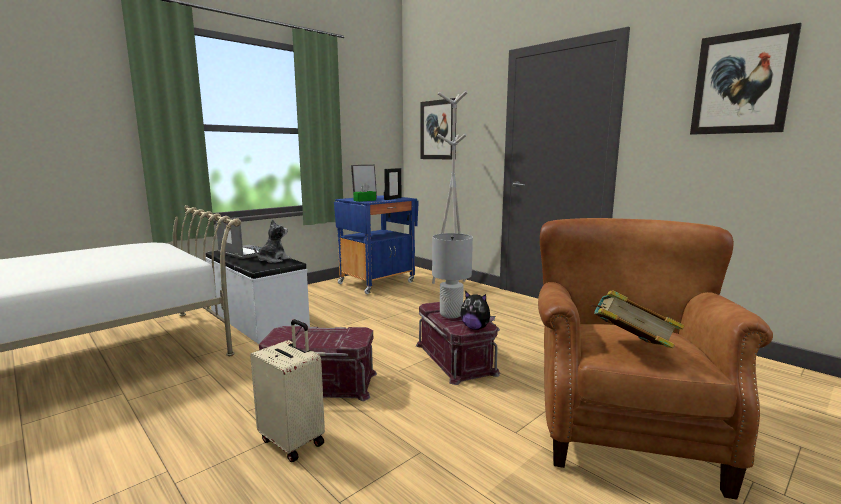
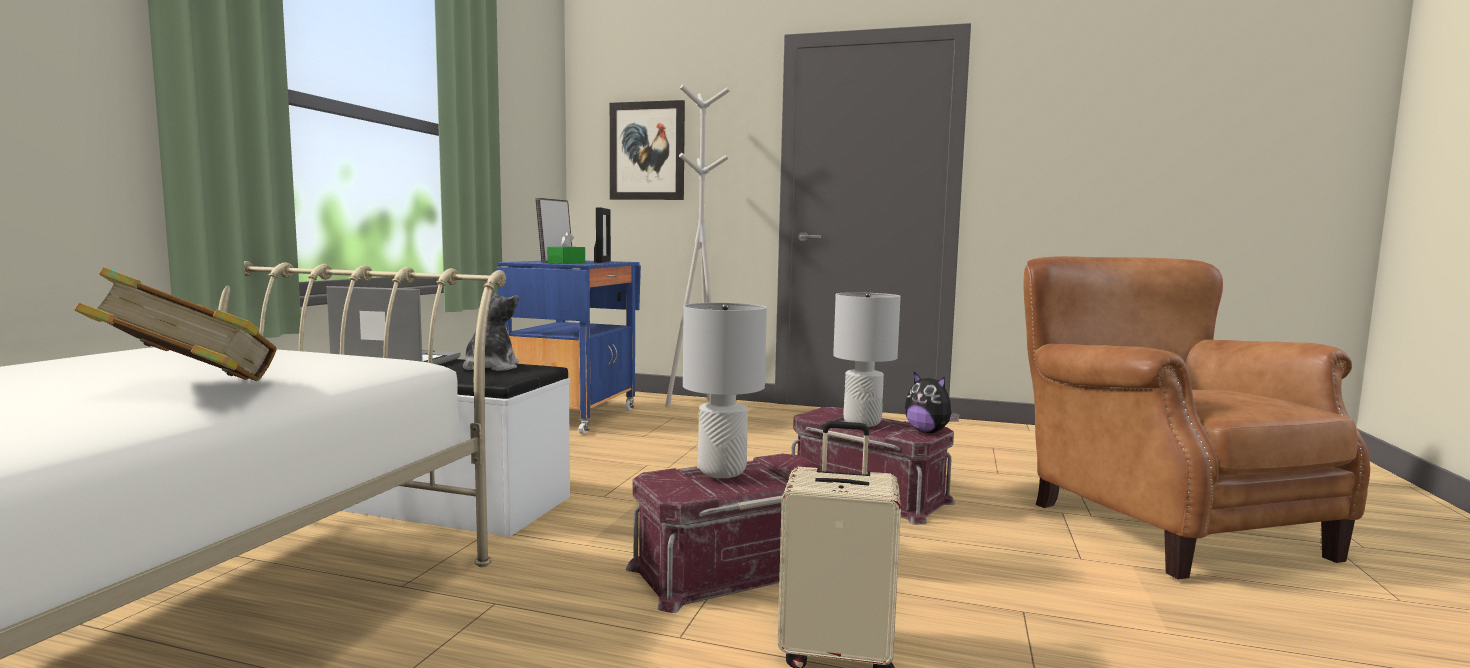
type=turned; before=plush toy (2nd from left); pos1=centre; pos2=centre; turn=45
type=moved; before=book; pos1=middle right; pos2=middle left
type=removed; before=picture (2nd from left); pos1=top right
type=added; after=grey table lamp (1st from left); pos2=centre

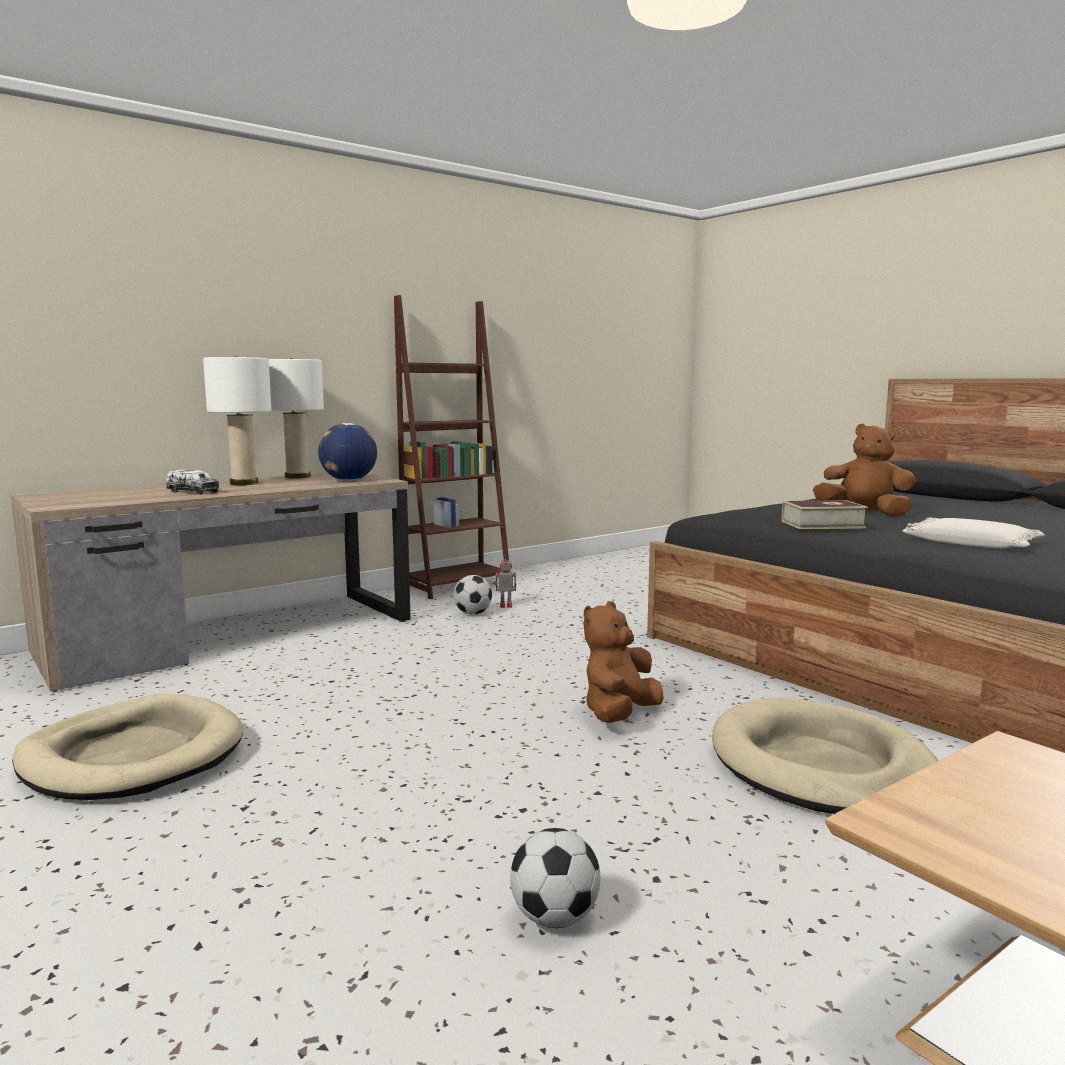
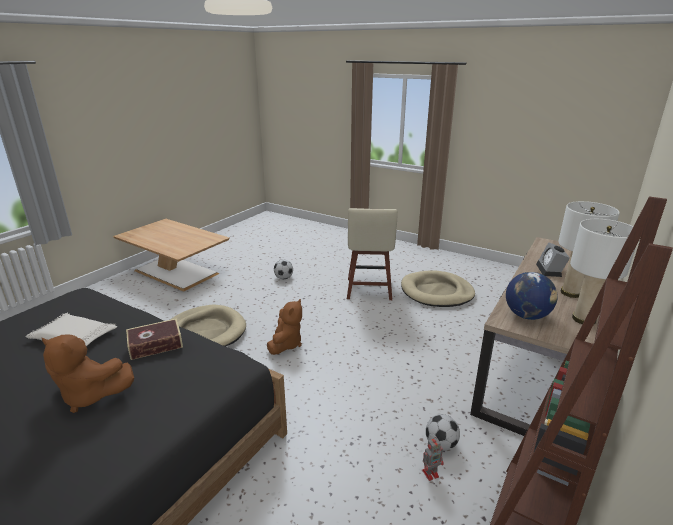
type=replaced; before=toy truck; after=alarm clock; pos1=middle left; pos2=middle right
type=added; after=beige stool; pos2=centre

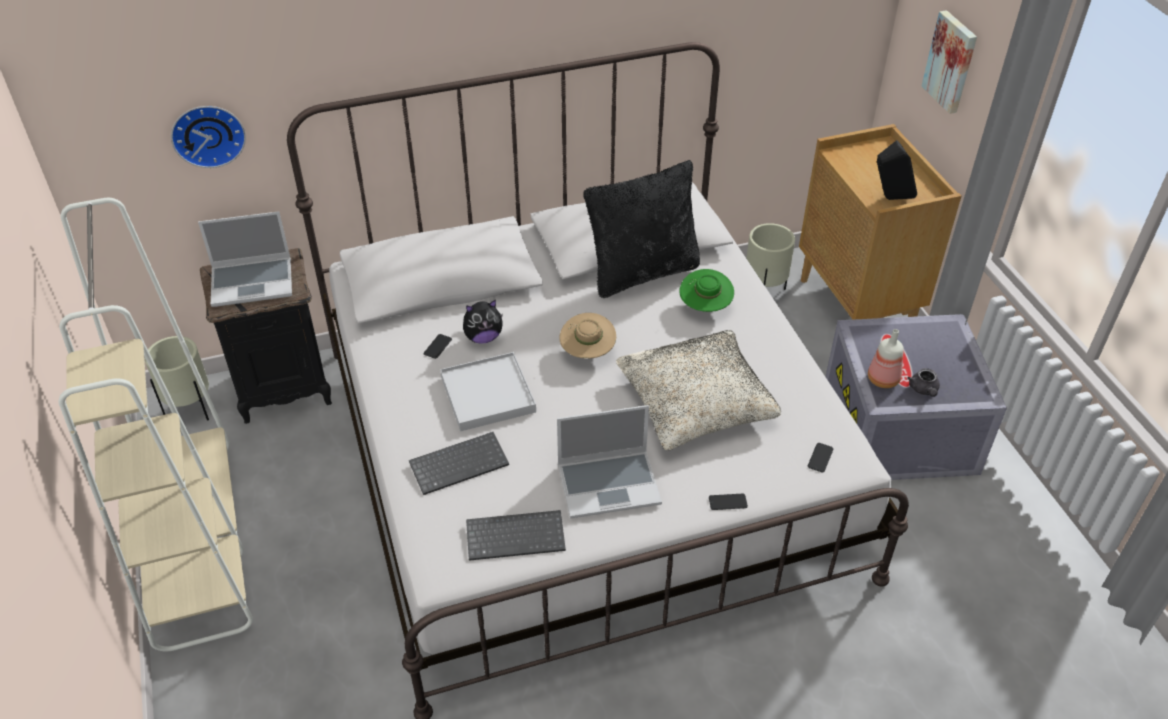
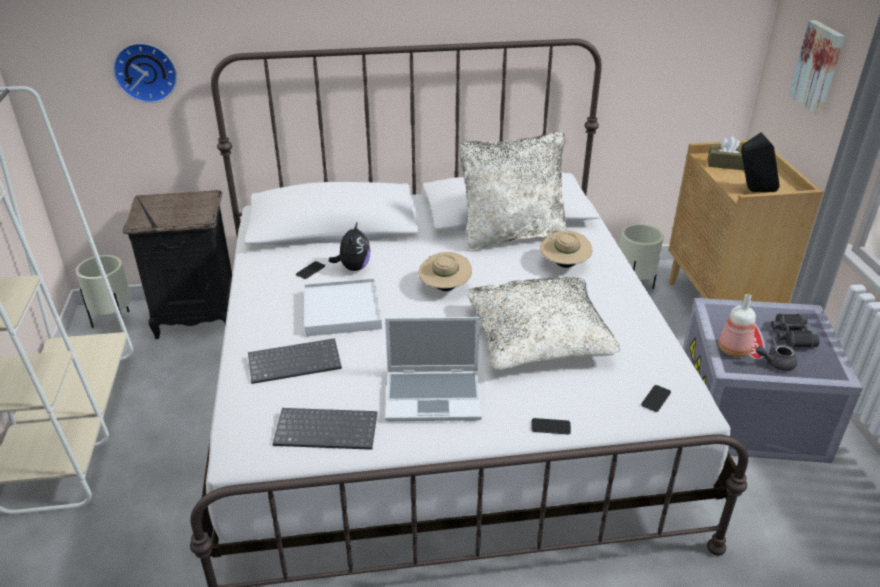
type=removed; before=laptop (1st from left); pos1=middle left
type=turned; before=plush toy; pos1=centre; pos2=centre; turn=-75
type=recoloured; before=black pillow; after=beige pillow (1st from left); pos1=top centre; pos2=top centre
type=recoloured; before=green hat; after=beige hat (2nd from left); pos1=centre; pos2=centre
type=turned; before=grey teapot; pos1=middle right; pos2=middle right; turn=75
type=added; after=brown tissue box; pos2=top right
type=added; after=black binoculars; pos2=middle right

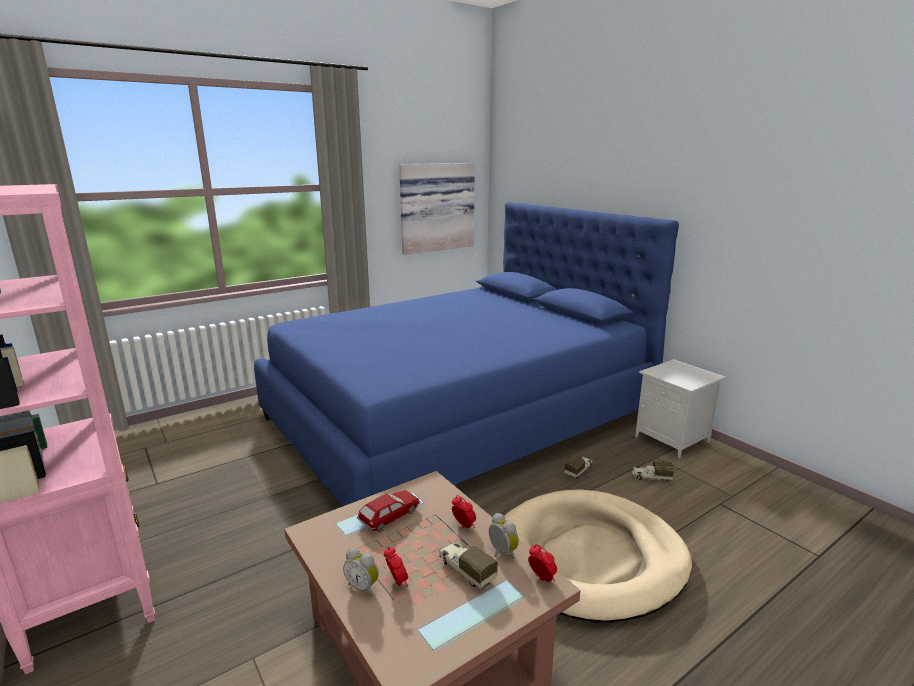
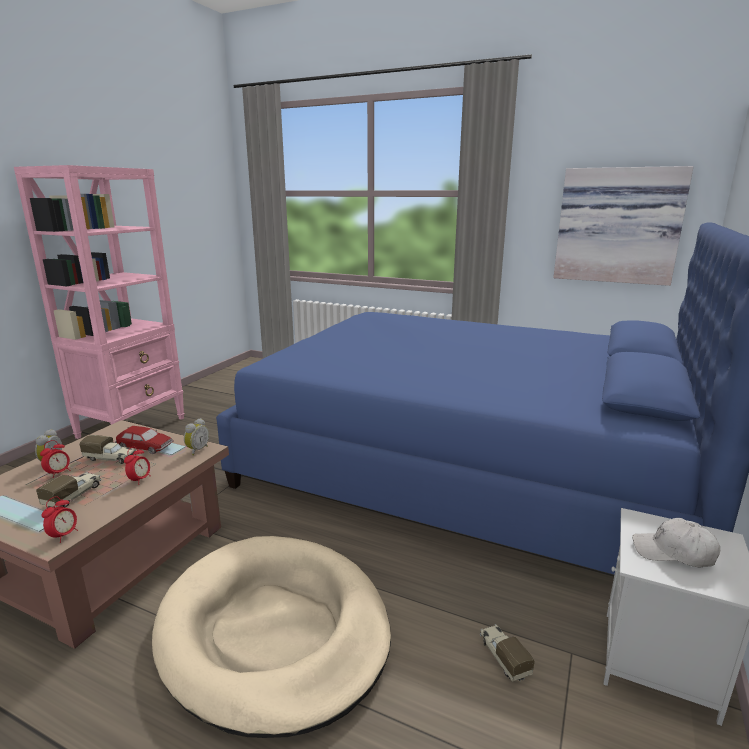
type=moved; before=alarm clock (4th from left in the first image); after=alarm clock (5th from left); pos1=bottom centre; pos2=middle left
type=moved; before=toy truck (2nd from left); pos1=bottom centre; pos2=middle left
type=added; after=white cap; pos2=bottom right

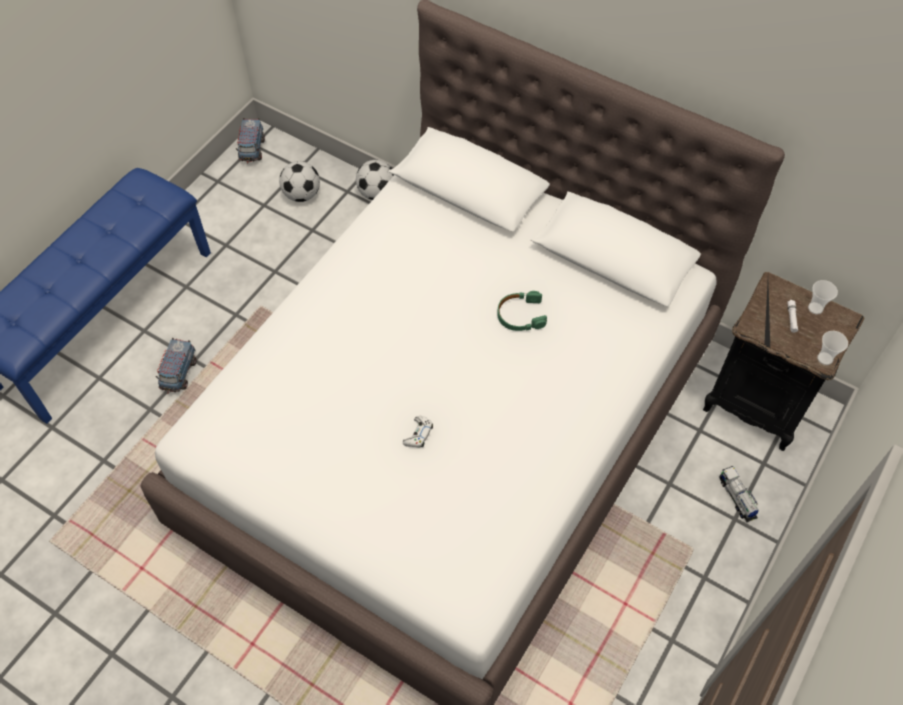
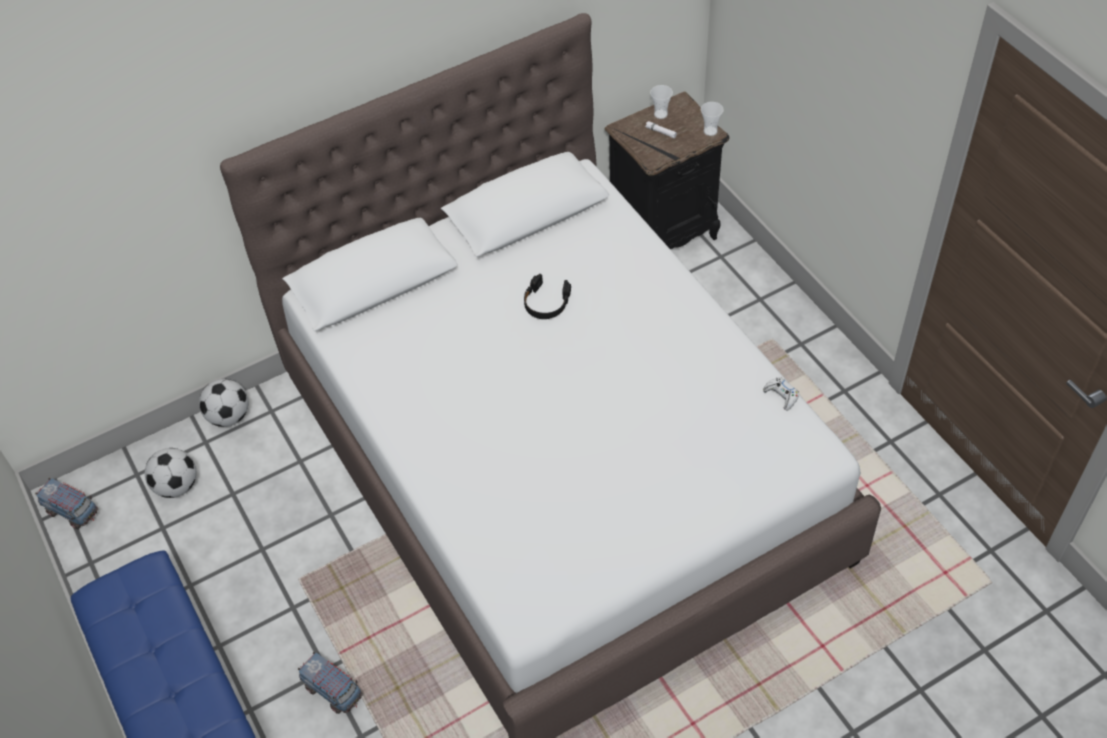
type=moved; before=white game controller; pos1=centre; pos2=middle right
type=recoloured; before=green headphones; after=black headphones; pos1=centre; pos2=centre
type=removed; before=toy truck (3rd from left); pos1=bottom right

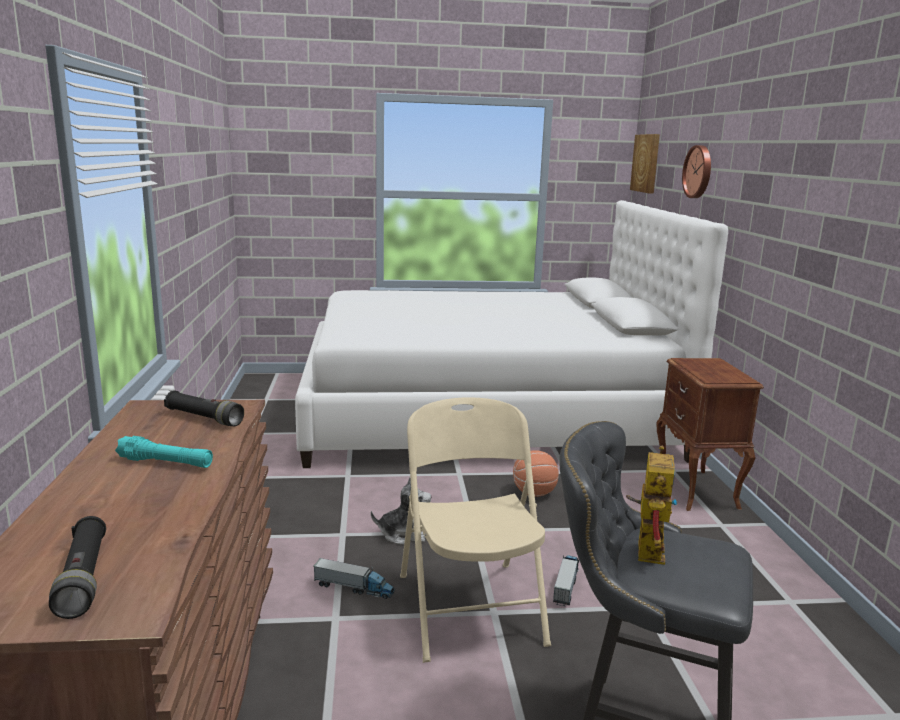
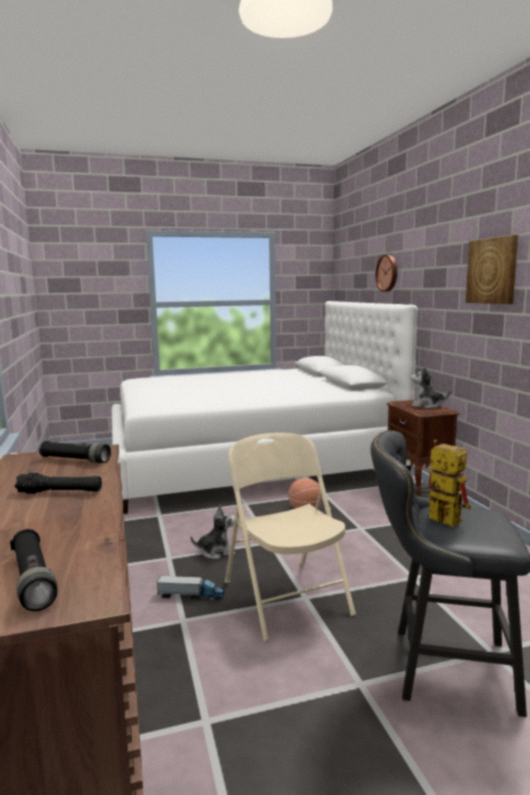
type=recoloured; before=turquoise flashlight; after=black flashlight (2nd from left); pos1=middle left; pos2=middle left
type=removed; before=toy truck (2nd from left); pos1=bottom centre
type=turned; before=toy robot; pos1=bottom right; pos2=middle right; turn=-45
type=moved; before=picture; pos1=top right; pos2=middle right
type=added; after=plush toy (2nd from left); pos2=middle right

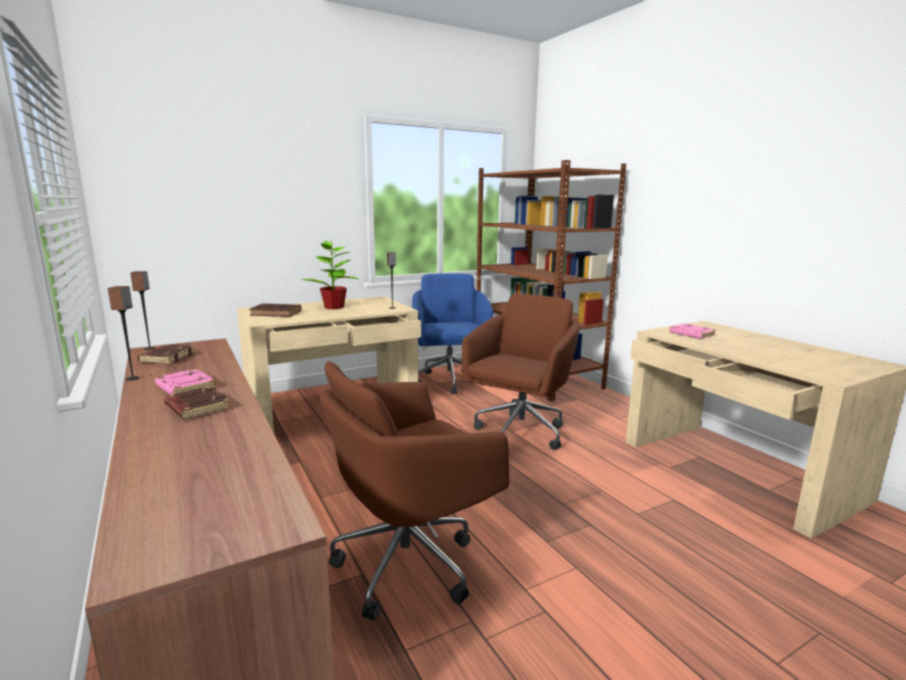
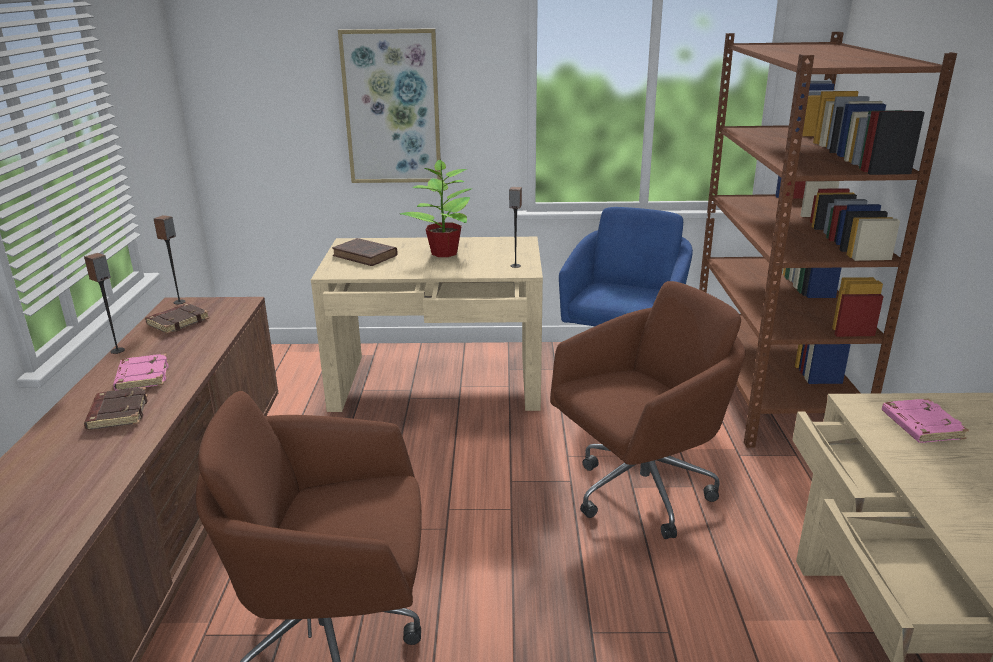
type=added; after=picture; pos2=top centre

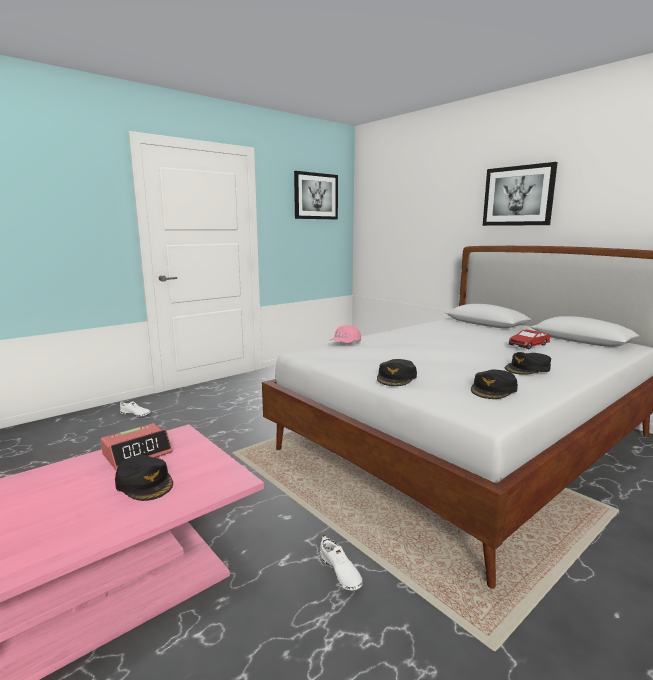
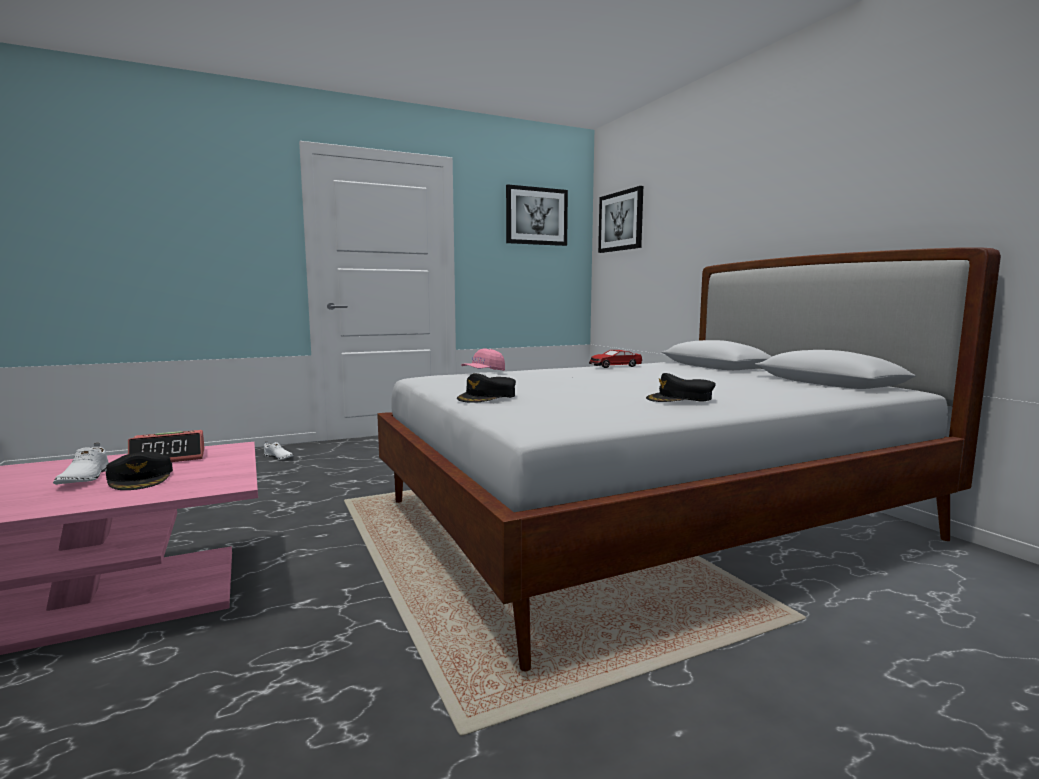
type=moved; before=white shoe (2nd from left in the first image); after=white shoe (1st from left); pos1=bottom centre; pos2=middle left
type=removed; before=black cap (3rd from left); pos1=middle right
type=moved; before=picture (2nd from left); pos1=top right; pos2=top centre
type=moved; before=toy car; pos1=middle right; pos2=centre

